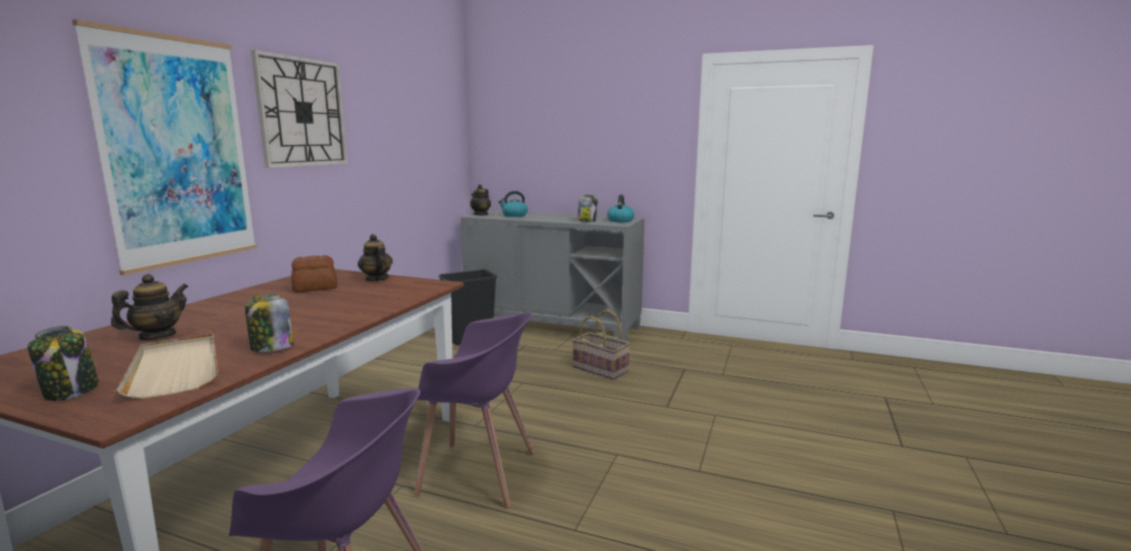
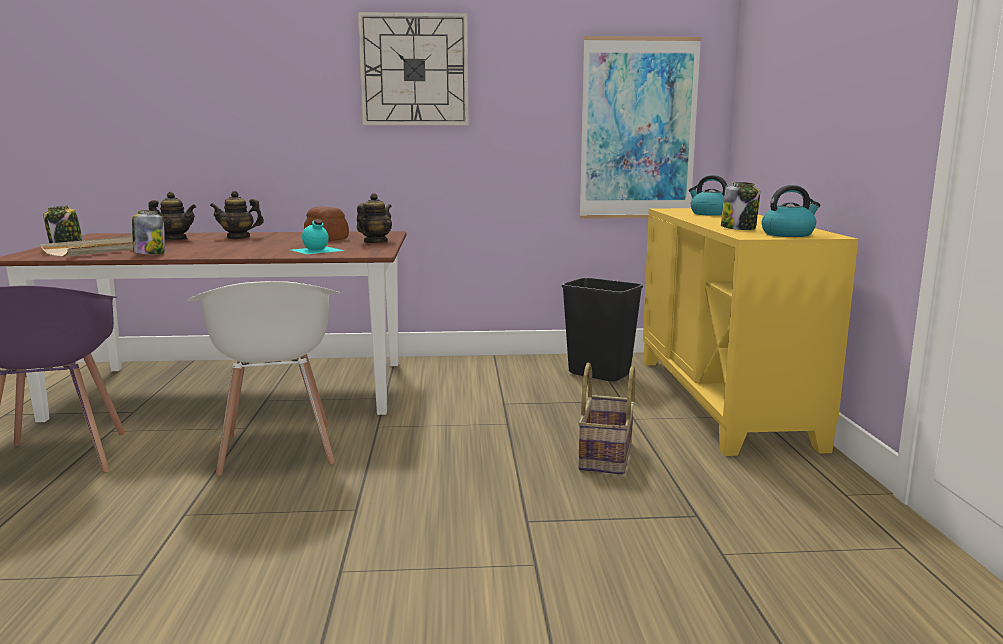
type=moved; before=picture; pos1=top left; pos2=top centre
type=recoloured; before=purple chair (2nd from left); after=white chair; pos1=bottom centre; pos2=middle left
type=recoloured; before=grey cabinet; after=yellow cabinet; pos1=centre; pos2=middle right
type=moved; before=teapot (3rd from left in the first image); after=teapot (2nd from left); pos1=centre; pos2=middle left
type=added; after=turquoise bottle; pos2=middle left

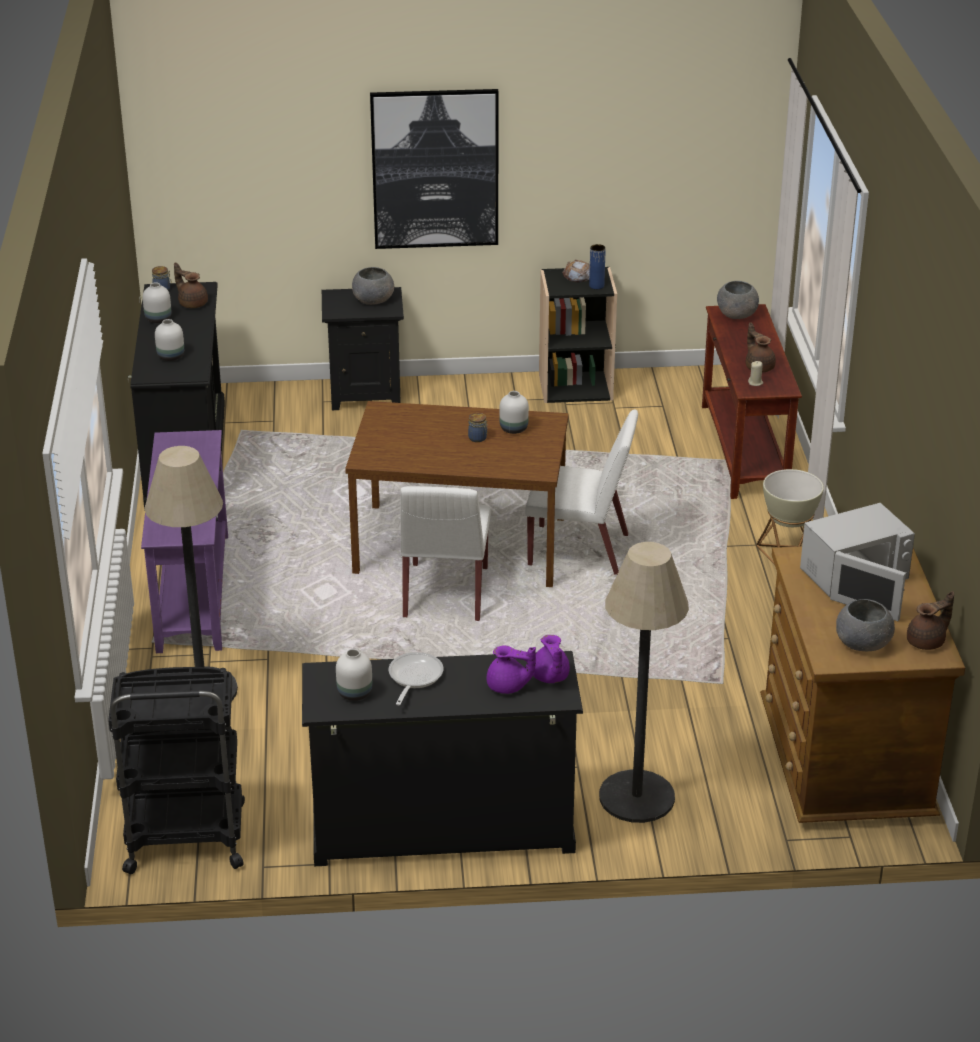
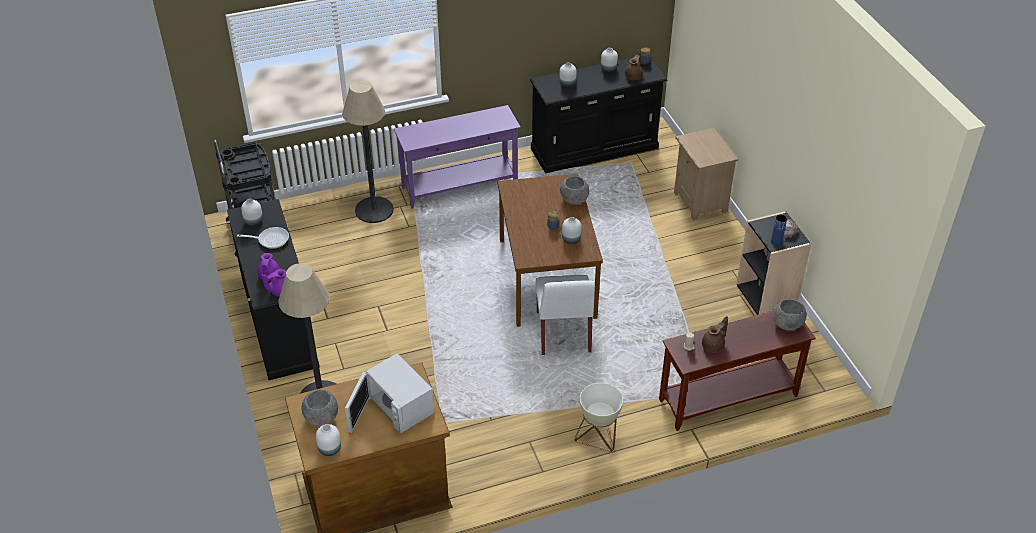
type=recoloured; before=black nightstand; after=beige nightstand; pos1=centre; pos2=top right
type=moved; before=grey bowl (1st from left in the first image); after=grey bowl (2nd from left); pos1=top centre; pos2=centre
type=removed; before=picture; pos1=top centre
type=removed; before=white chair (1st from left); pos1=centre
type=replaced; before=brown teapot (3rd from left); after=white vase (2nd from left); pos1=middle right; pos2=bottom left

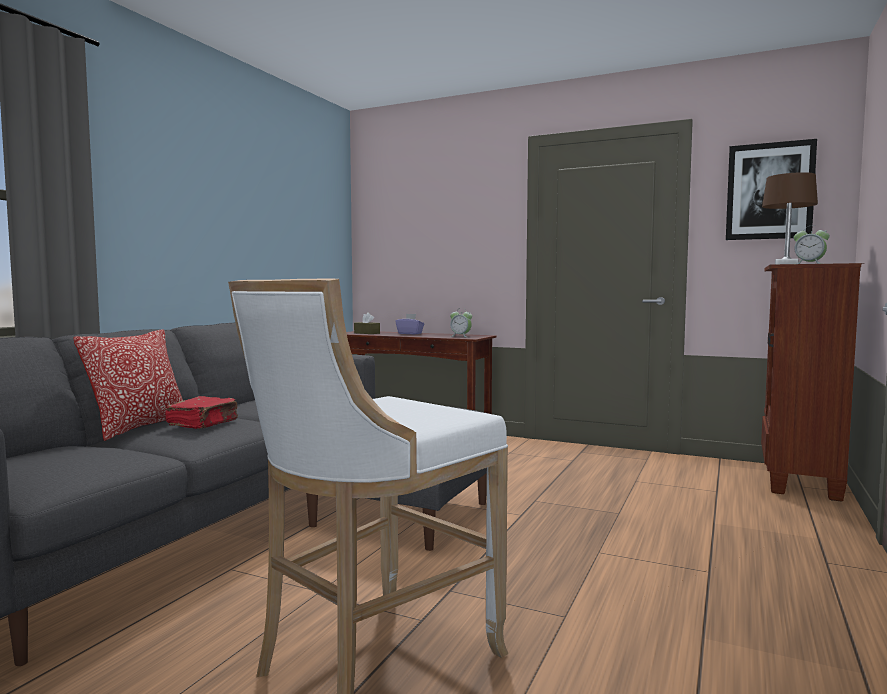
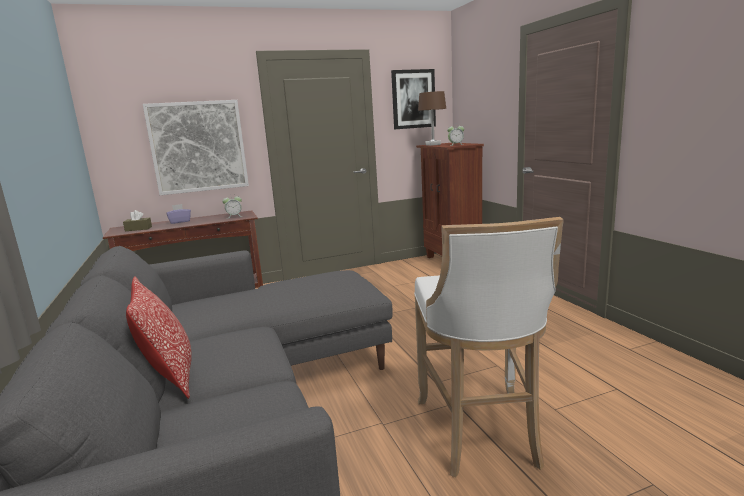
type=removed; before=red book; pos1=middle left
type=added; after=picture (1st from left); pos2=top left

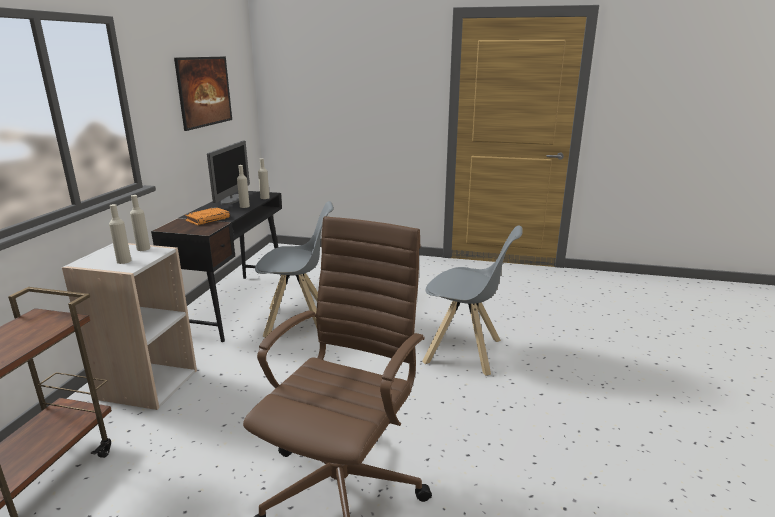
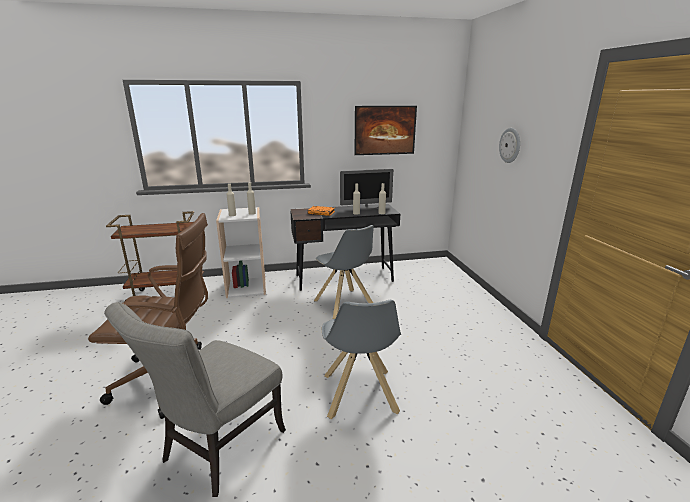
type=added; after=grey chair (1st from left); pos2=bottom left
type=added; after=wall clock; pos2=top right

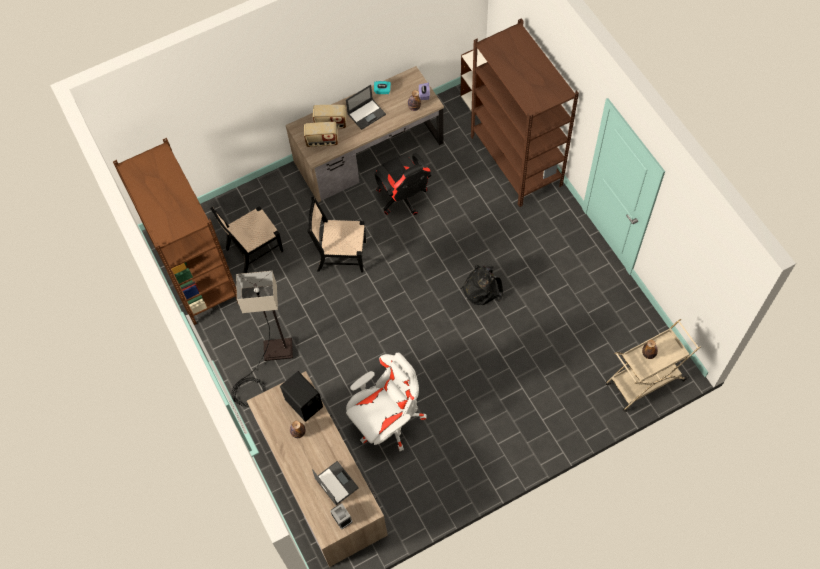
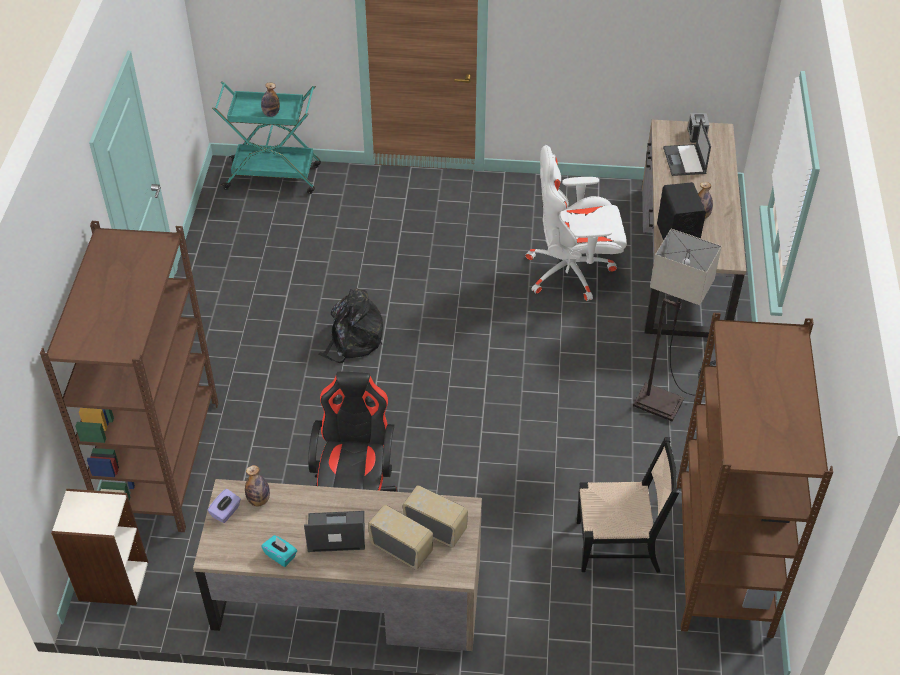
type=removed; before=chair (2nd from left); pos1=centre
type=recoloured; before=beige cart; after=turquoise cart; pos1=middle right; pos2=top left

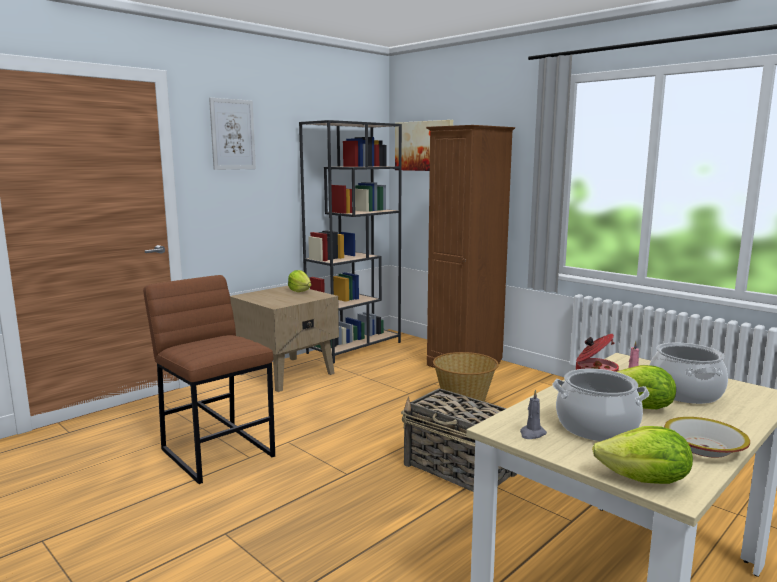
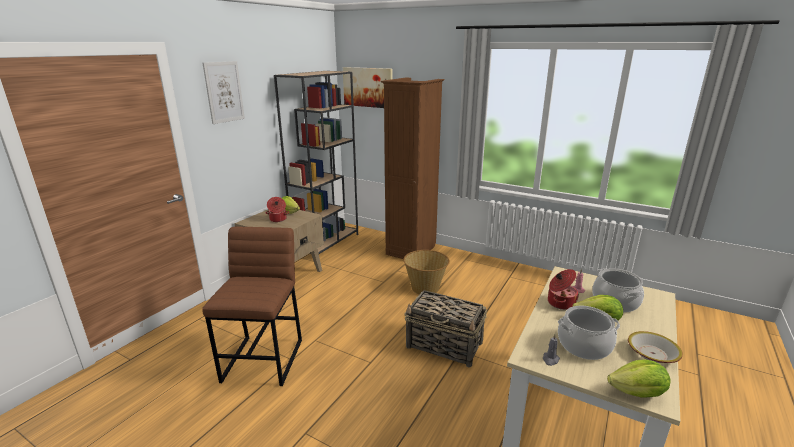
type=turned; before=brown chair; pos1=middle left; pos2=bottom left; turn=60
type=added; after=cooking pot (1st from left); pos2=centre

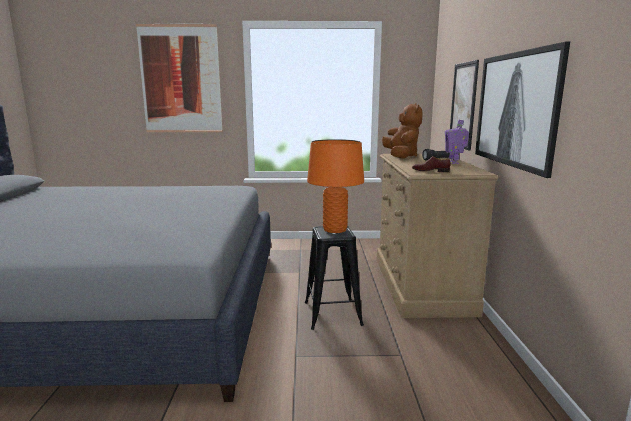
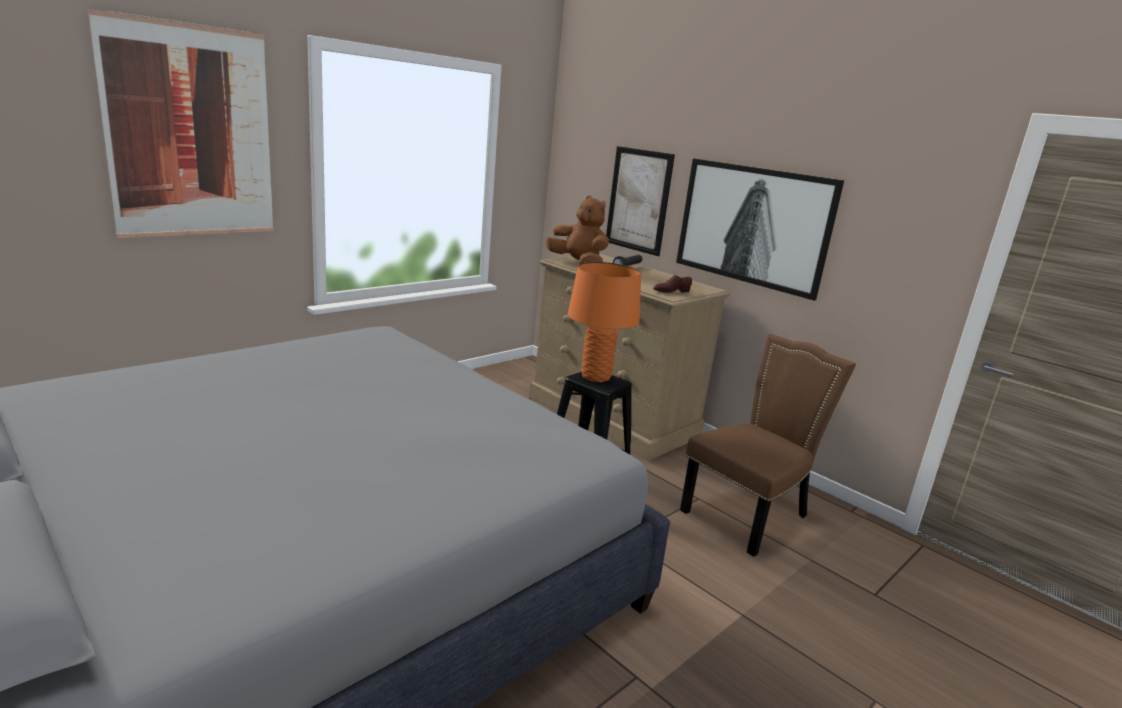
type=removed; before=toy robot; pos1=middle right
type=added; after=brown chair; pos2=middle right

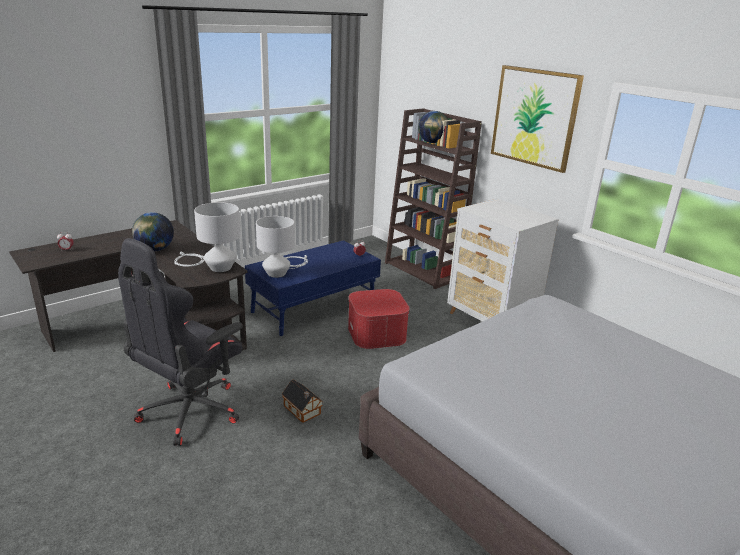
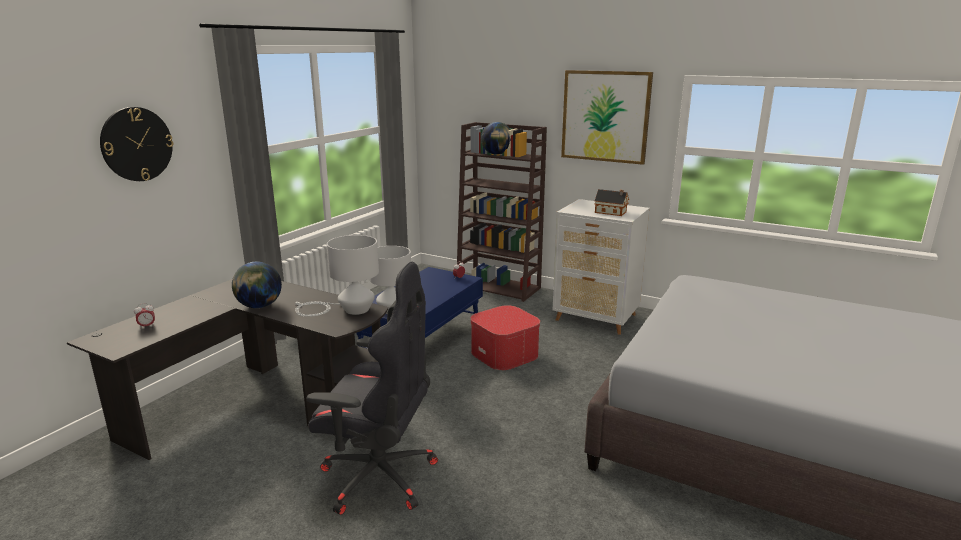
type=turned; before=black office chair; pos1=middle left; pos2=bottom centre; turn=-90
type=moved; before=toy house; pos1=bottom centre; pos2=centre
type=added; after=wall clock; pos2=top left

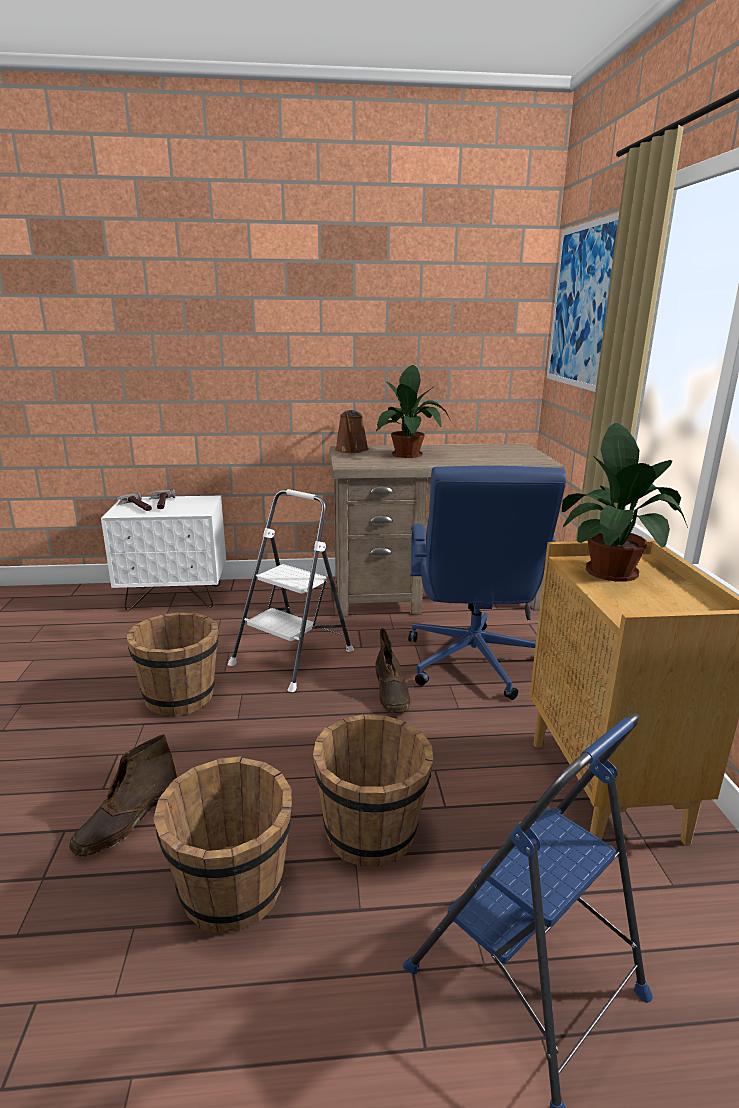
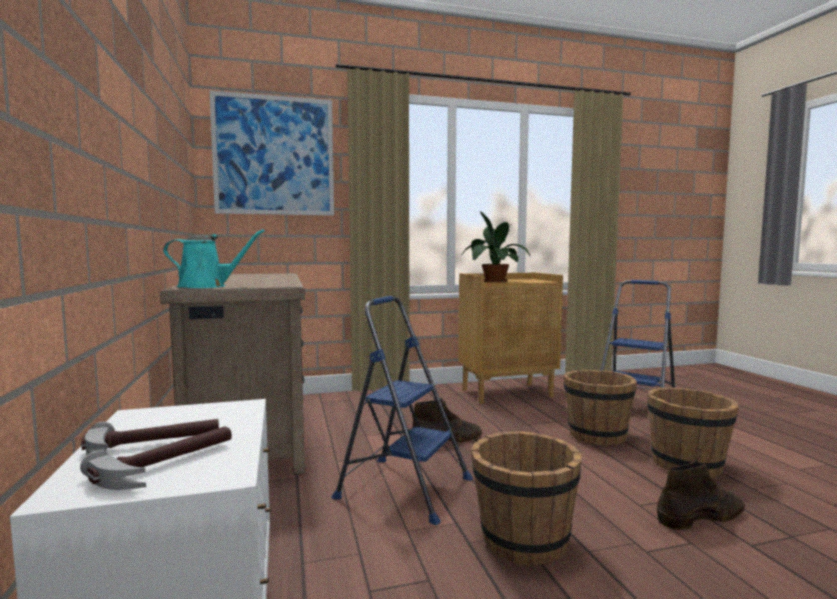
type=turned; before=brown boot (1st from left in the first image); pos1=bottom left; pos2=bottom right; turn=-45
type=recoloured; before=white step ladder; after=blue step ladder (1st from left); pos1=centre; pos2=bottom centre
type=recoloured; before=brown watering can; after=turquoise watering can; pos1=centre; pos2=middle left
type=removed; before=potted plant (1st from left); pos1=centre
type=removed; before=blue office chair; pos1=centre

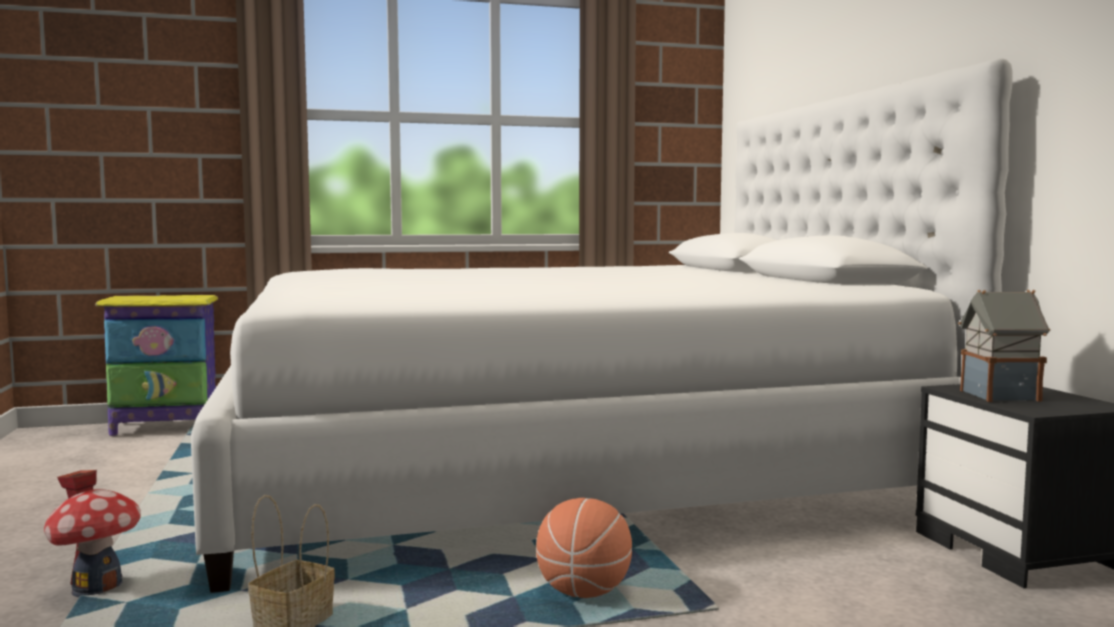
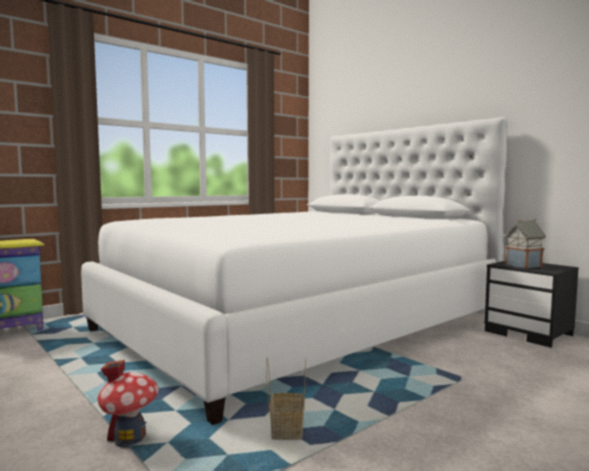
type=removed; before=basketball; pos1=bottom centre

